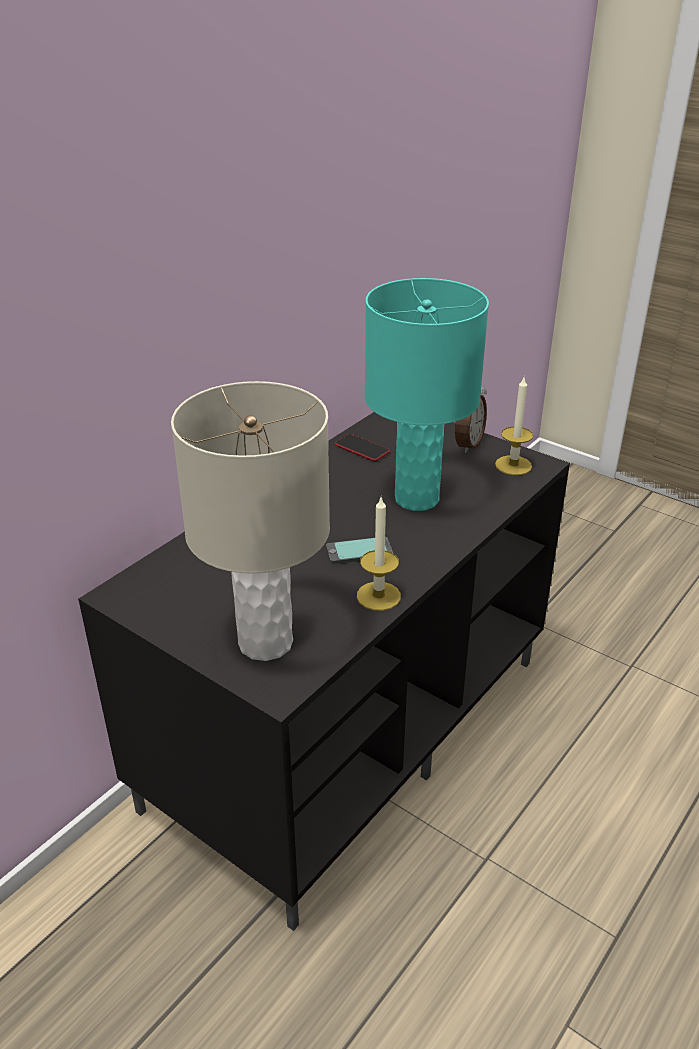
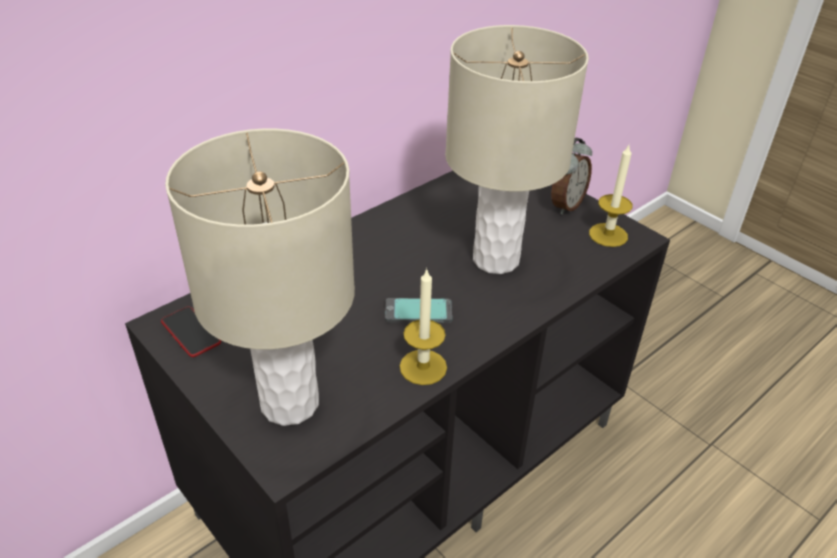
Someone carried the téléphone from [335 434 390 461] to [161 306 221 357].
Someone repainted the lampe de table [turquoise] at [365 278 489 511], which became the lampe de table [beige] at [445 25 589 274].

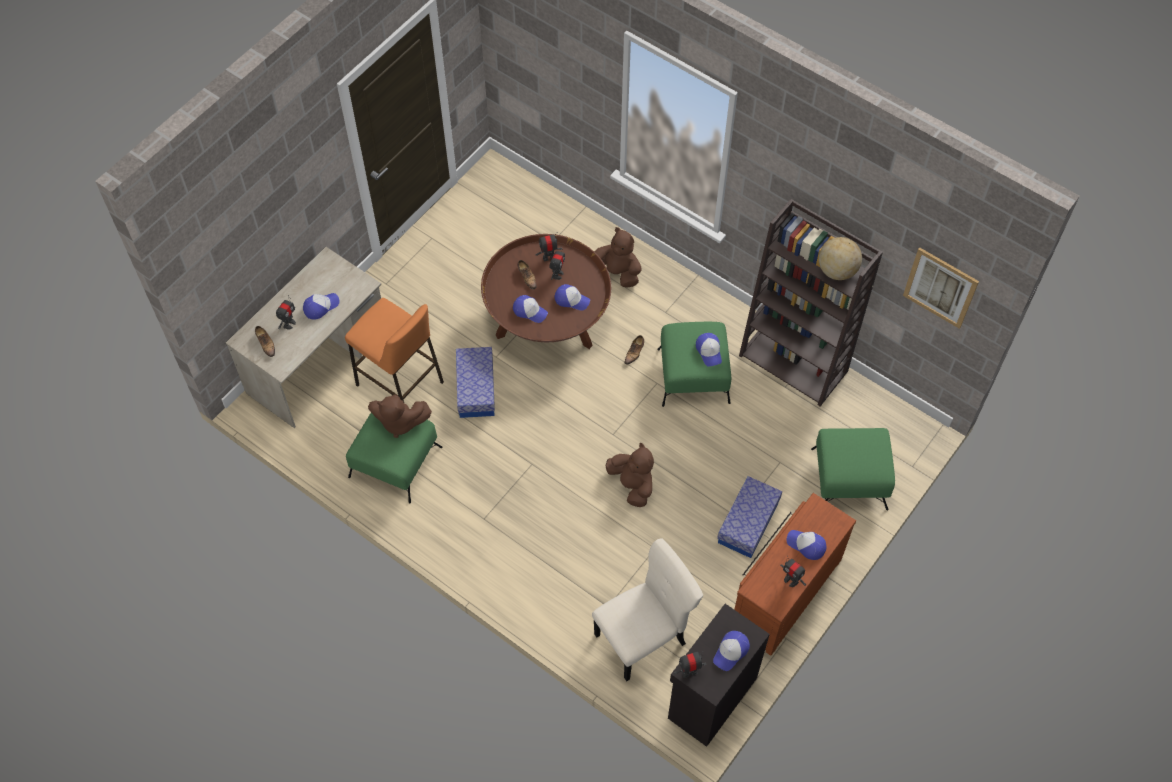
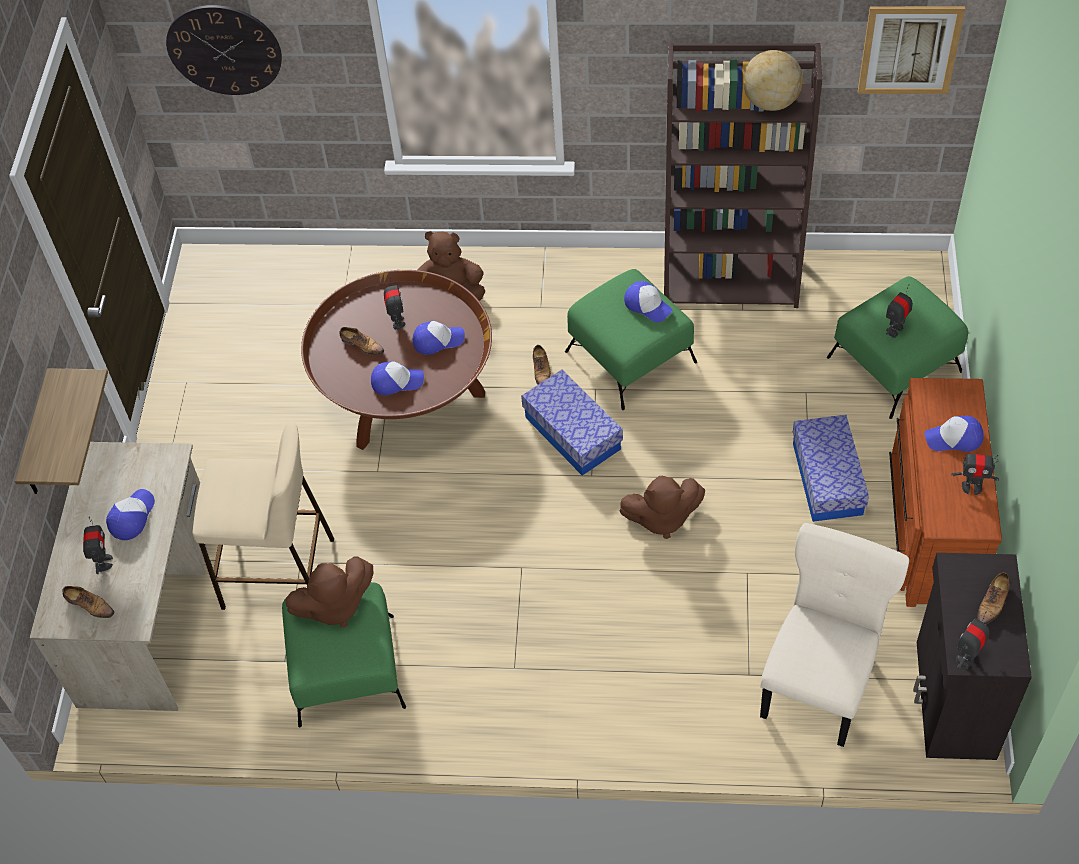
Someone repainted the tabouret [orange] at [345 298 444 403], which became the tabouret [beige] at [193 421 334 610].
Someone carried the boîte de rangement from [456 347 495 418] to [521 370 623 476].
Someone carried the robot jouet from [535 233 561 261] to [886 284 912 338].
Someone rotated the peluche [marron] at [605 443 654 507] by 150 degrees clockwise.
Someone swapped the casquette at [713 631 750 671] for the chaussure at [977 572 1010 625].
Someone put up the étagère at [15 368 108 494].
Someone put up the horloge murale at [166 5 282 95].

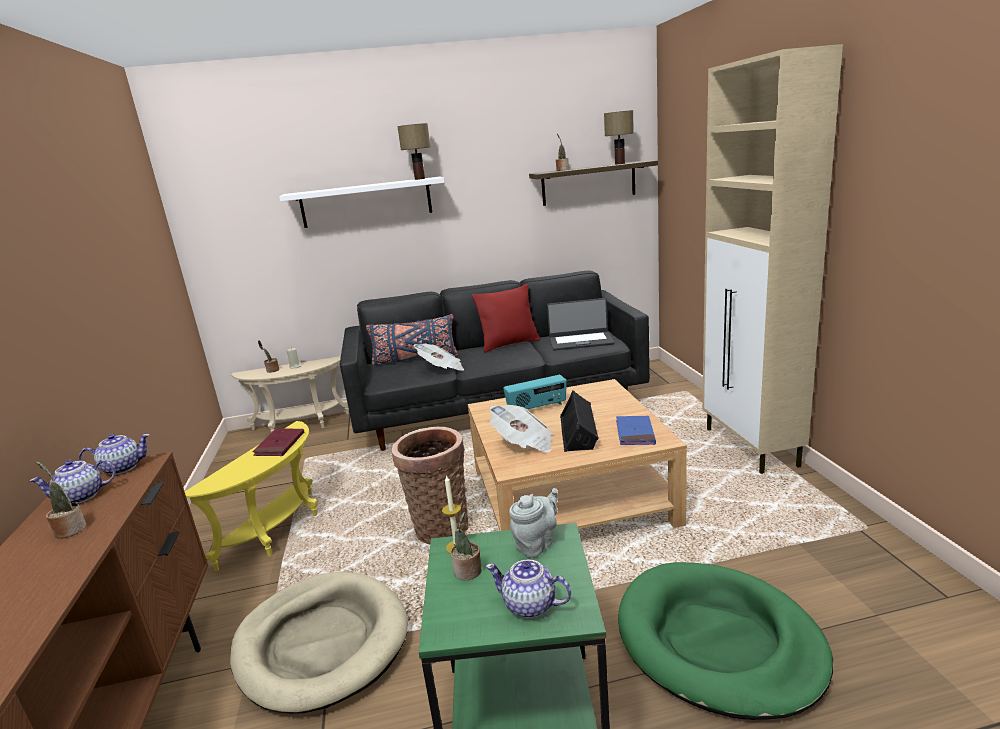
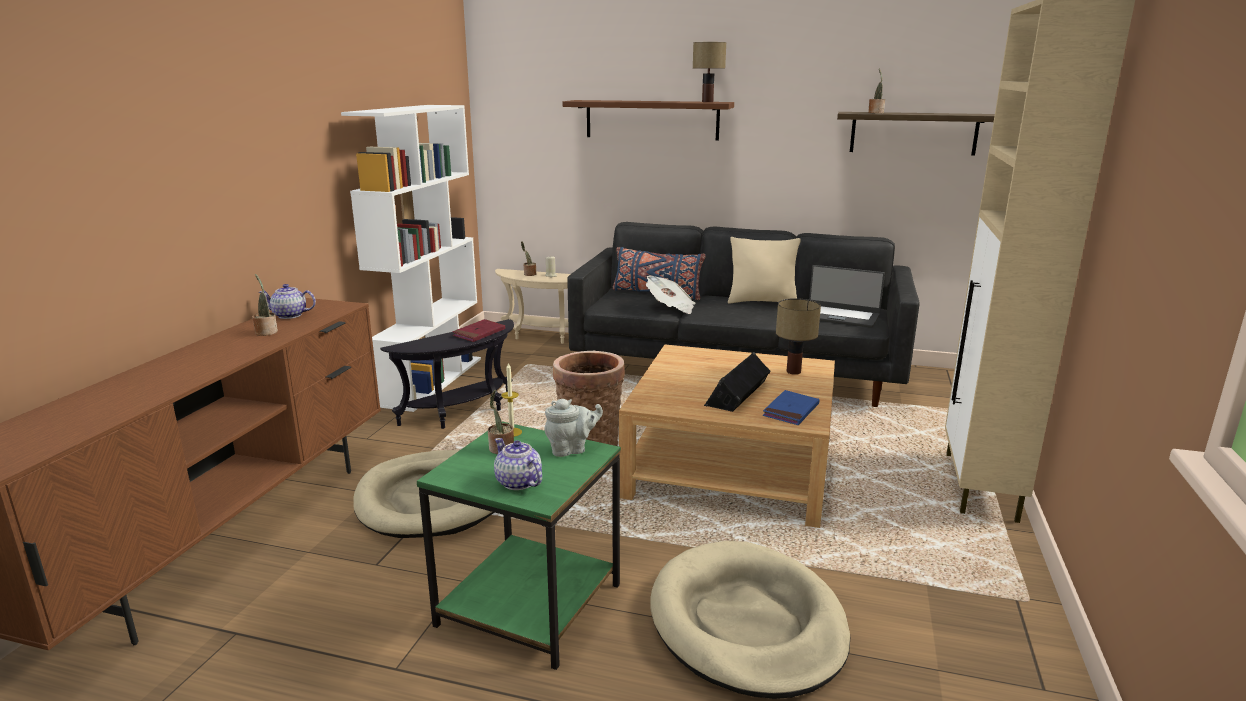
Someone took away the théière at [79 434 150 475].
Someone repainted the table d'appoint [jaune] at [185 421 318 572], which became the table d'appoint [noir] at [380 319 514 429].
Someone repainted the étagère [blanc] at [279 177 444 228], which became the étagère [marron] at [562 100 734 141].
Someone repainted the coussin [rouge] at [472 284 540 353], which became the coussin [beige] at [728 237 801 304].
Someone took away the journal at [490 405 553 453].
Someone took away the radio at [503 375 567 409].
Someone carried the lampe de table from [604 110 634 165] to [776 298 821 375].
Someone repainted the panier pour chien [vert] at [618 562 833 720], which became the panier pour chien [beige] at [650 541 850 699].
Someone put down the bibliothèque [blanc] at [341 105 481 412].

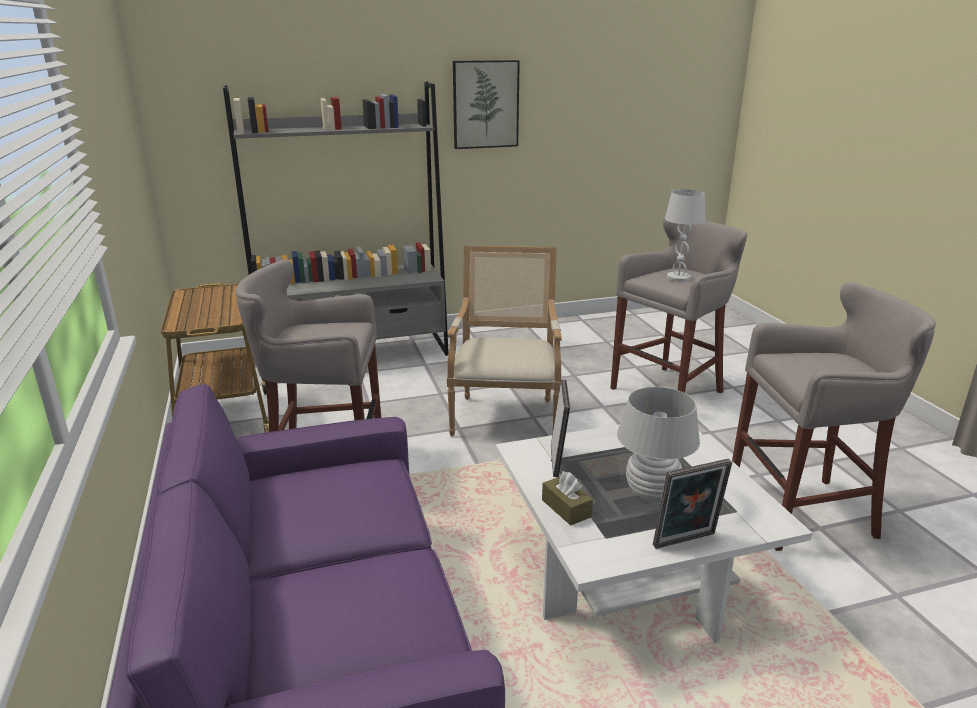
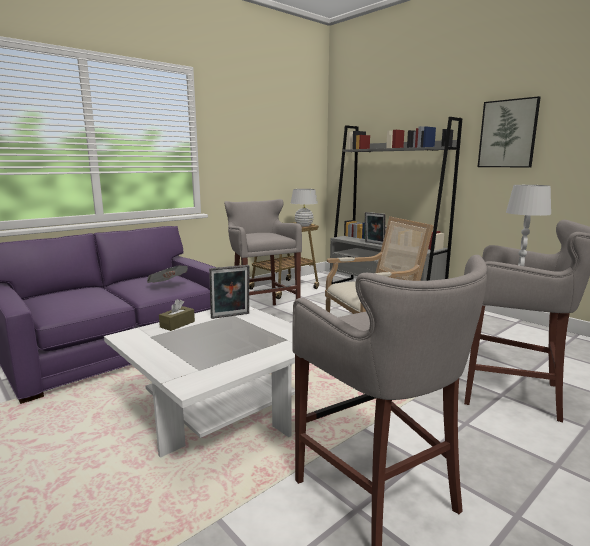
Someone carried the lampe de table [blanc] from [617 387 700 502] to [291 189 318 227].
Someone carried the cadre photo from [653 459 732 549] to [365 212 385 245].
Someone put down the journal at [147 265 188 283].

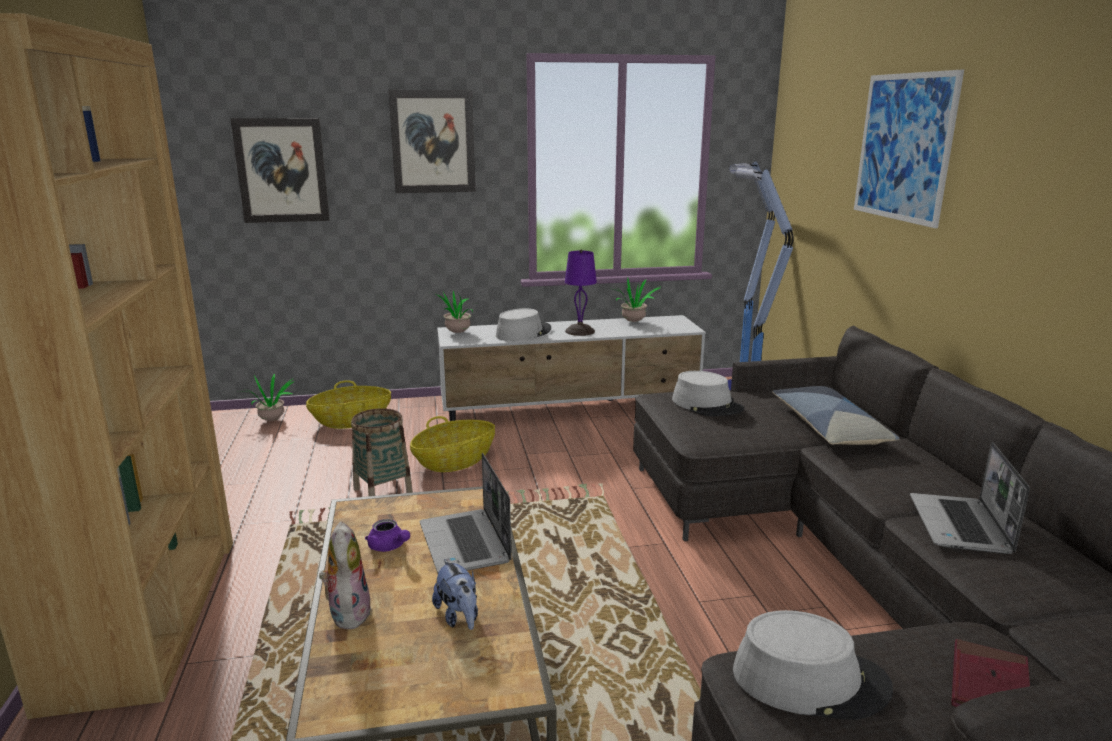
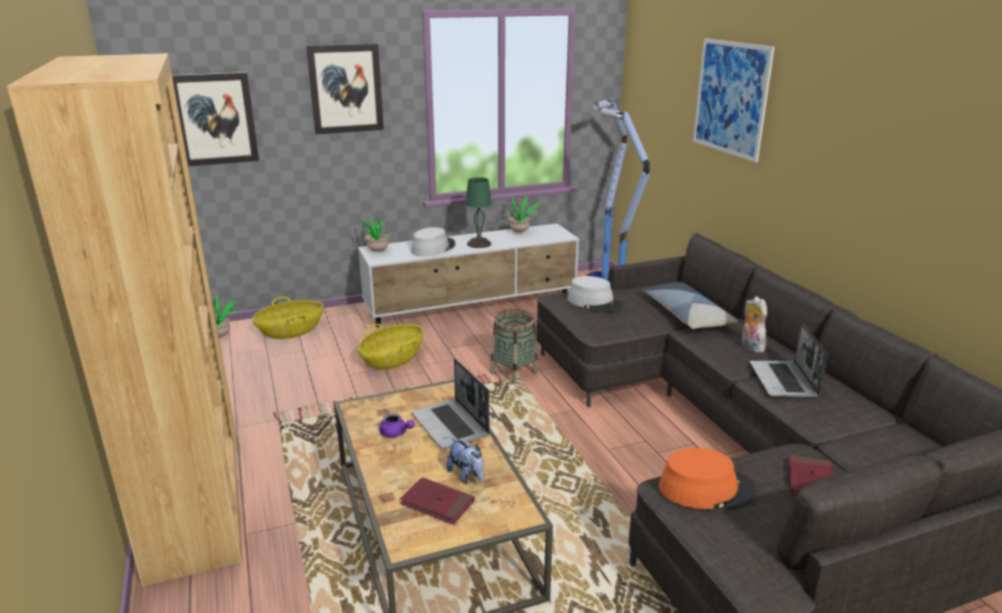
Someone carried the peluche from [319 521 372 629] to [742 296 767 353].
Someone carried the panier from [351 408 413 496] to [490 309 538 385].
Someone repainted the lampe de table [violet] at [565 250 597 336], which became the lampe de table [vert] at [465 177 492 248].
Someone repainted the chapeau [gris] at [733 610 893 720], which became the chapeau [orange] at [659 448 757 509].
Someone put down the livre [rouge] at [400 477 475 525].

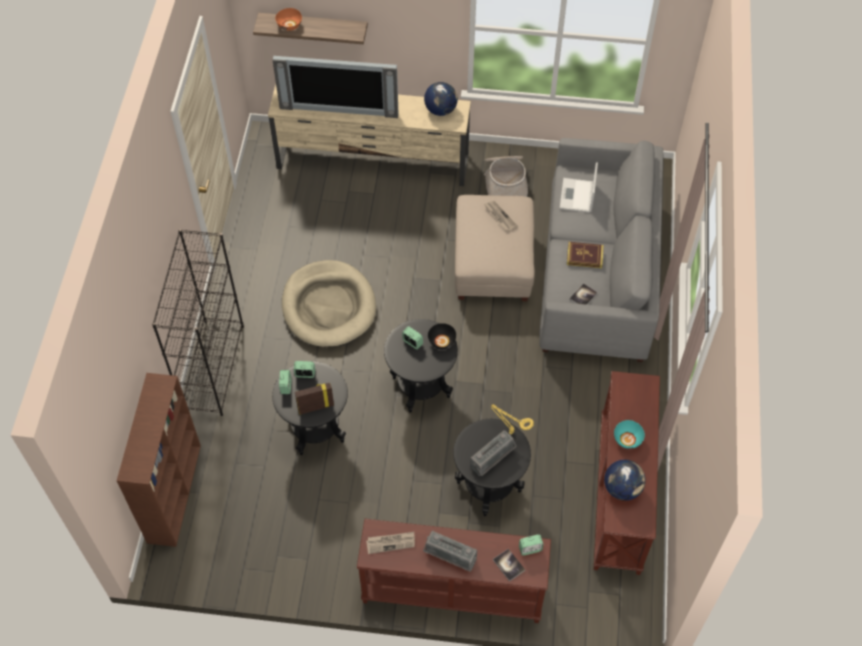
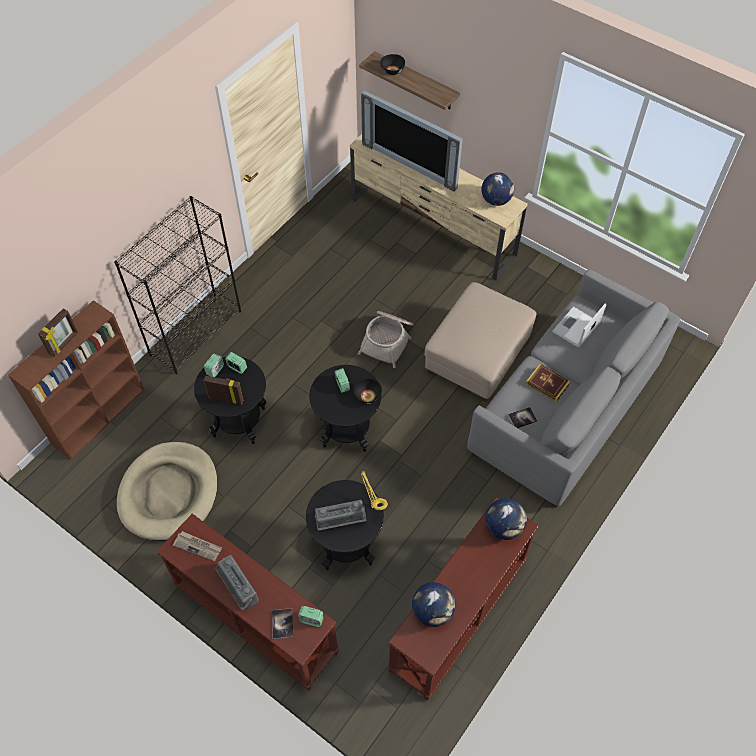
Someone repainted the bol [orange] at [275 8 302 31], which became the bol [noir] at [380 54 405 75].
Someone carried the panier pour chien [beige] from [282 260 376 347] to [117 442 218 541].
Someone carried the panier from [484 156 528 197] to [358 311 414 368].
Someone took away the journal at [484 201 518 232].
Someone took away the bol [turquoise] at [614 420 645 449].
Someone put down the cadre photo at [38 309 78 357].
Someone put down the globe at [485 498 527 540].

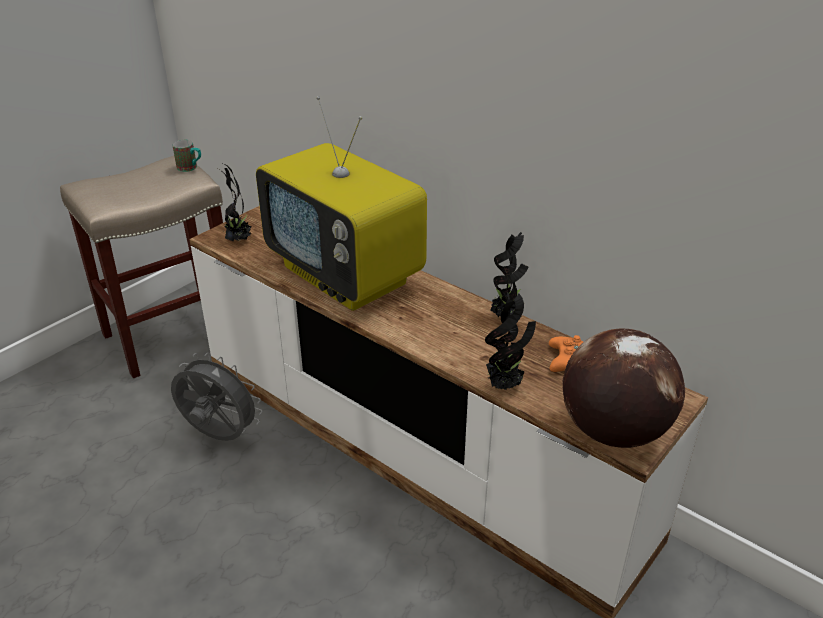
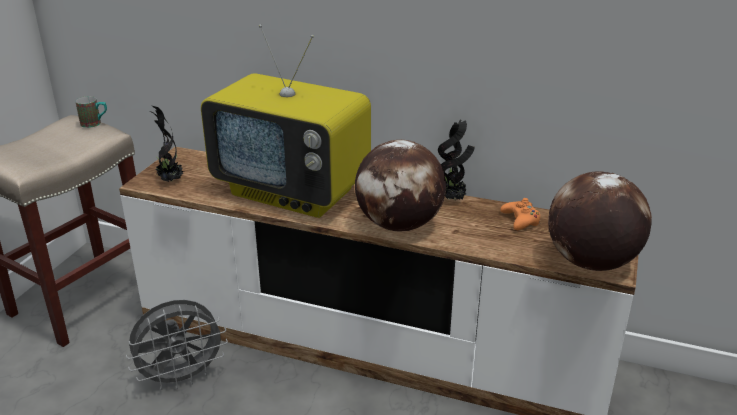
Someone rotated the ventilateur [gris] at [171 353 263 441] by 150 degrees clockwise.
Someone took away the plante en pot at [485 293 536 390].
Someone put down the globe at [355 140 446 231].

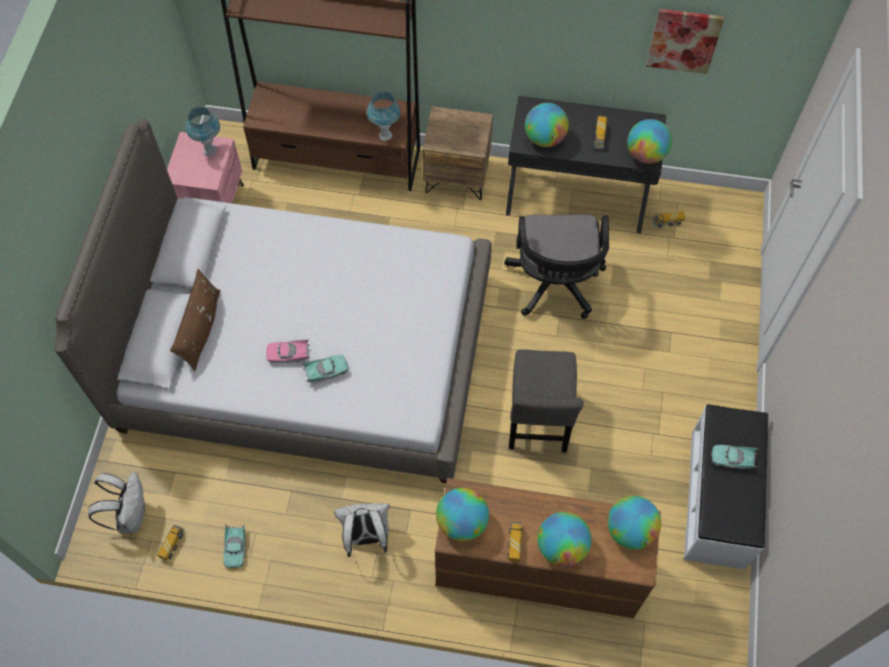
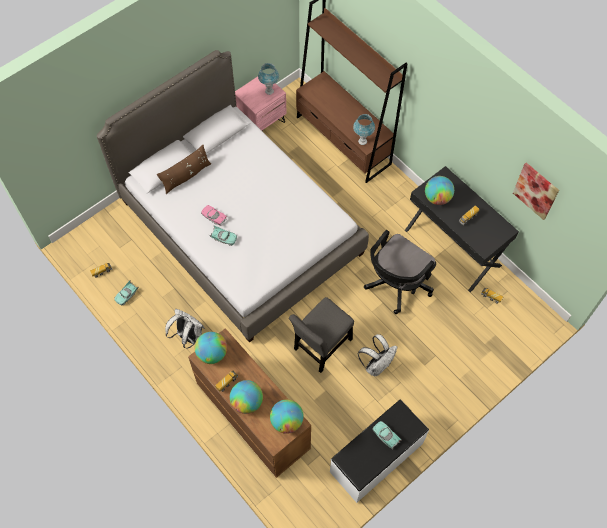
Someone carried the sac à dos [blanc] from [88 472 145 534] to [358 334 398 377].
Someone took away the table de chevet [marron] at [422 106 493 200].
Someone took away the globe at [627 119 672 164].

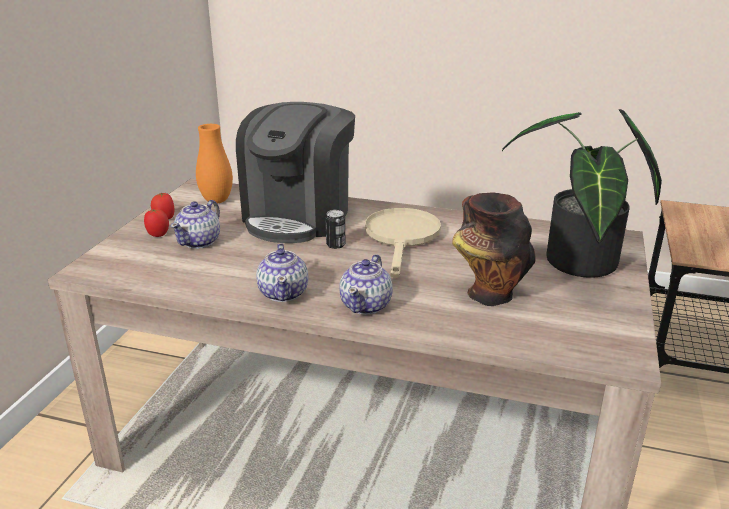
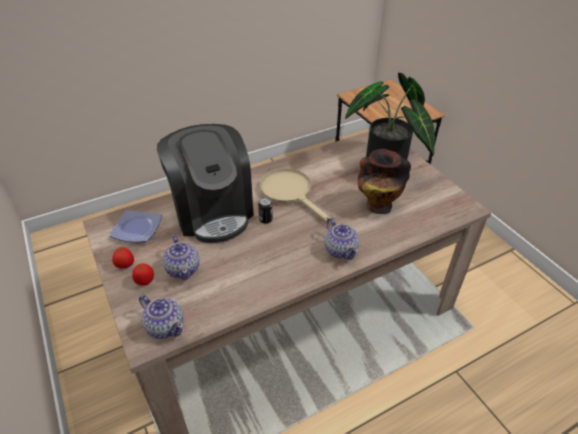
Someone swapped the vase [orange] at [196 124 233 203] for the assiette at [110 210 162 243].
Someone carried the théière from [256 243 308 302] to [139 295 184 339].

